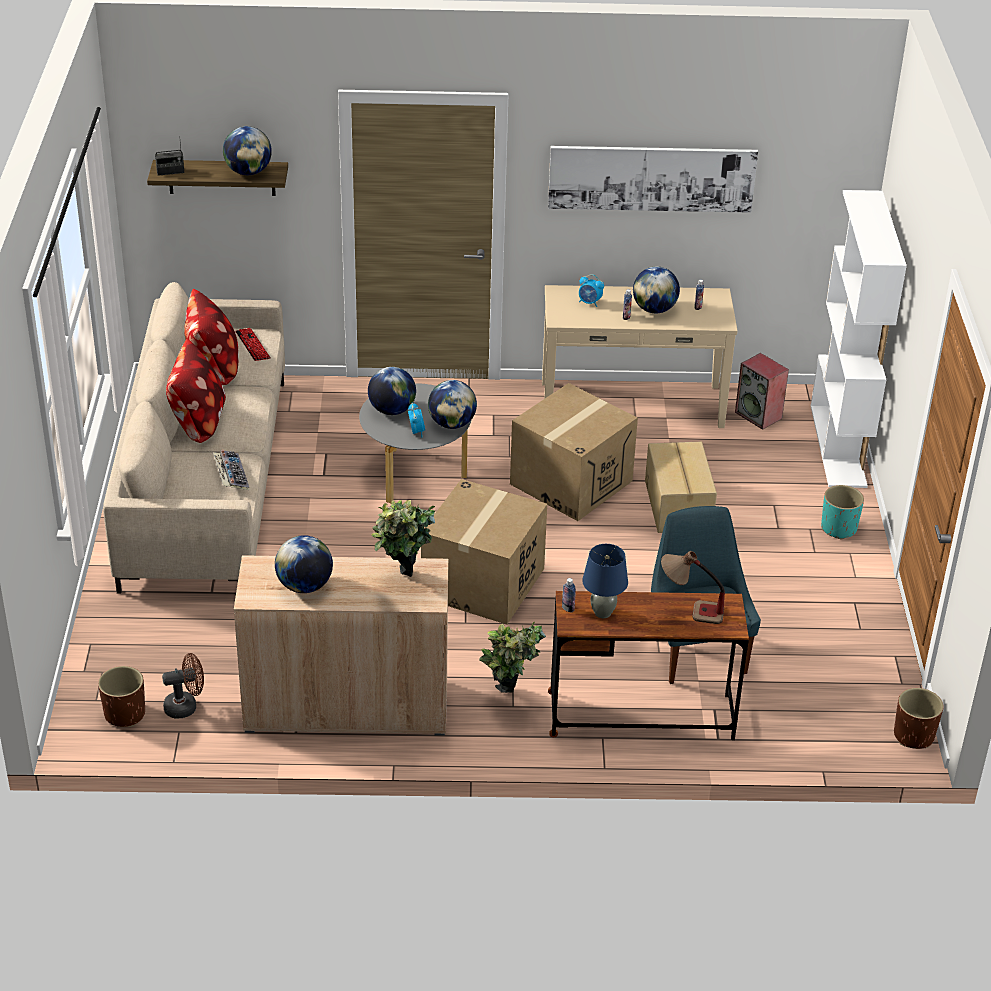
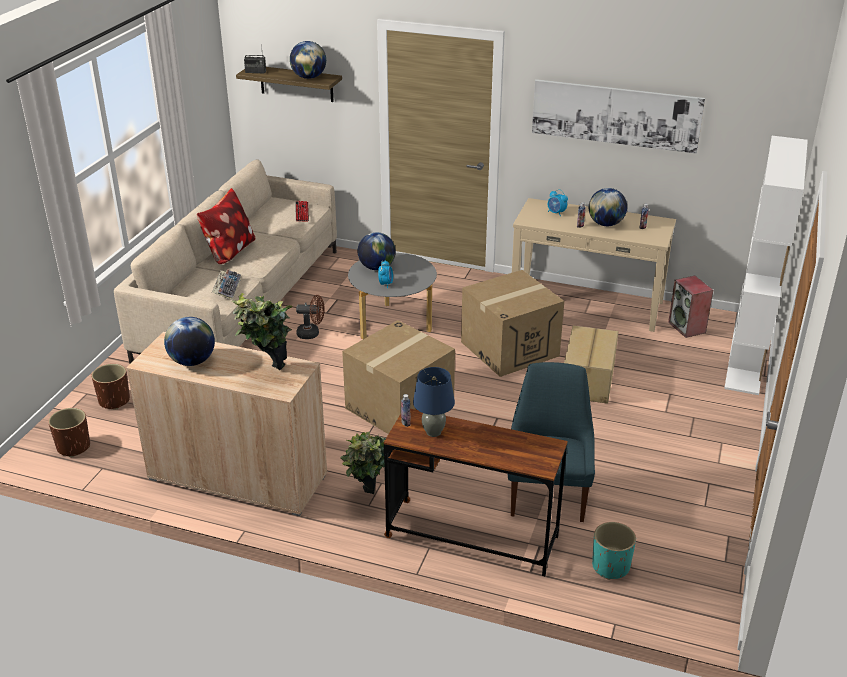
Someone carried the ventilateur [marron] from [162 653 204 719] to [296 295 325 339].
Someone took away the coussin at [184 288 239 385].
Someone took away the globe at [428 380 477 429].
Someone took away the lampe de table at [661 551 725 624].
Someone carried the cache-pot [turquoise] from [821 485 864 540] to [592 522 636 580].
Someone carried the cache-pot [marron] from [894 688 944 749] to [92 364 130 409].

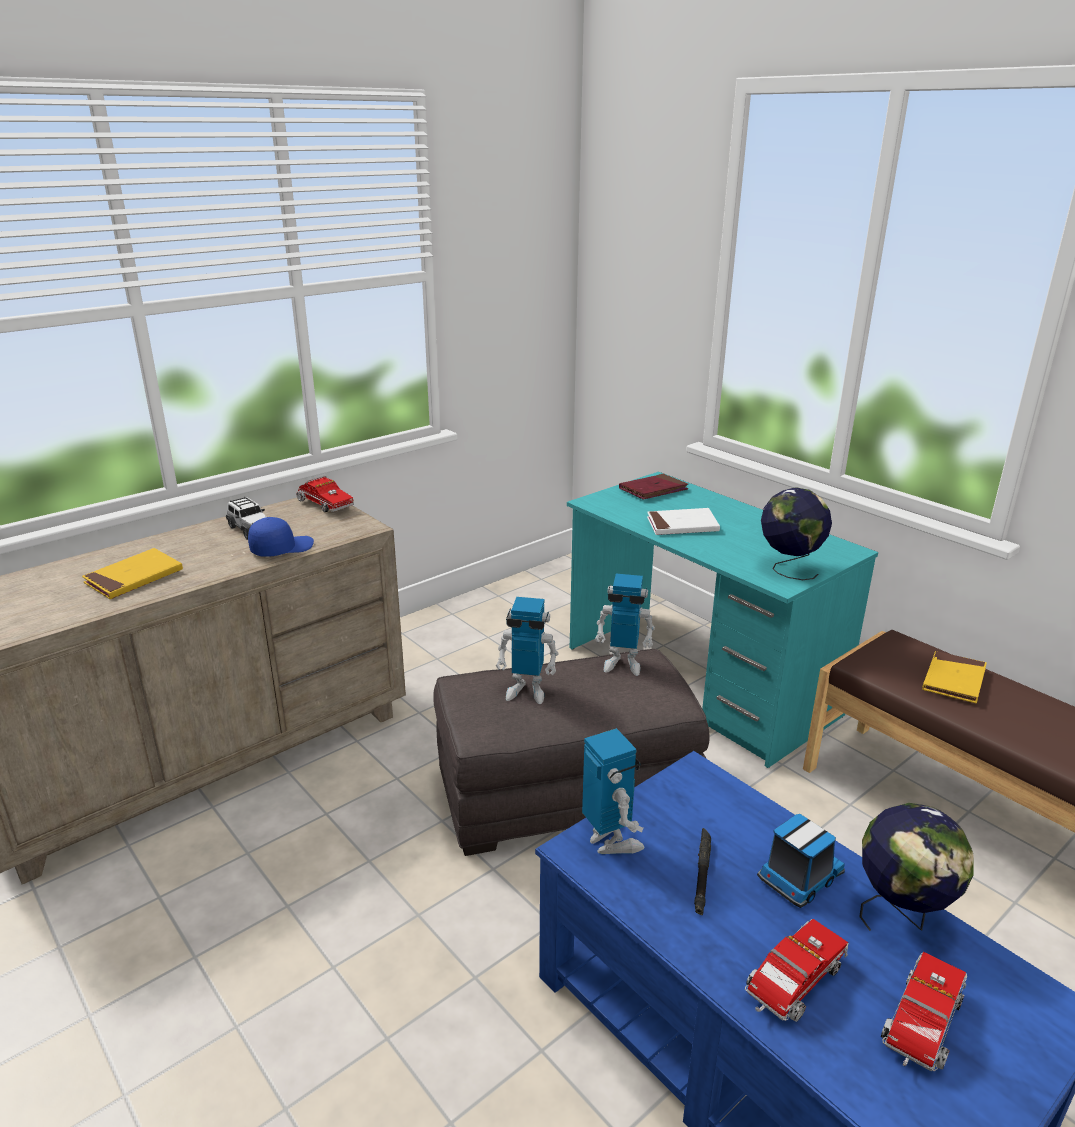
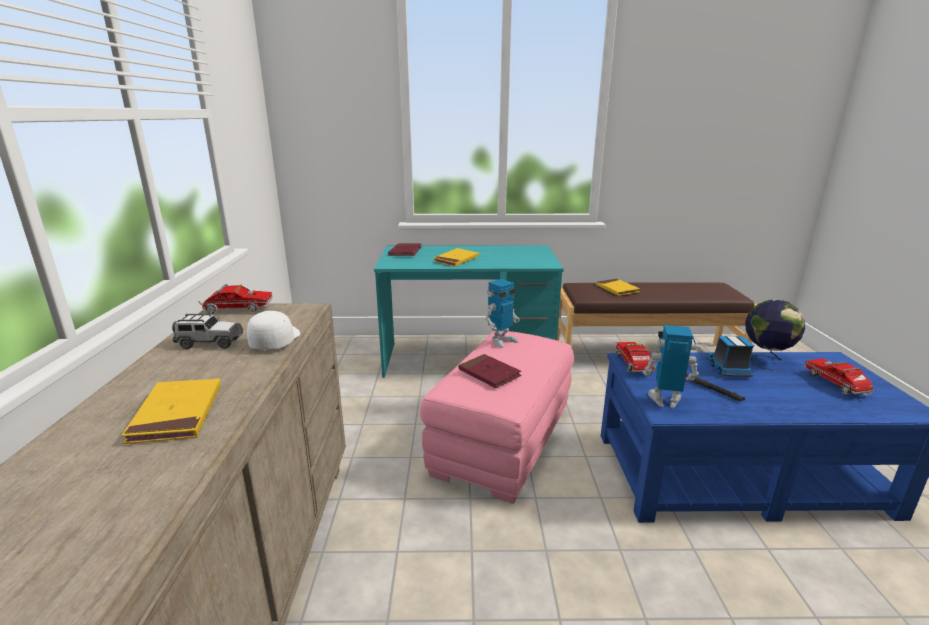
Someone repainted the casquette [bleu] at [248 517 314 557], which became the casquette [blanc] at [247 311 300 350].
Someone repainted the pouf [gris] at [433 649 710 856], which became the pouf [rose] at [420 331 574 504].
Someone swapped the robot jouet at [496 597 558 704] for the livre [rouge] at [459 354 521 388].
Someone repainted the livre [blanc] at [647 508 720 535], which became the livre [jaune] at [433 248 479 267].
Someone carried the camion jouet from [745 919 849 1022] to [615 342 656 372].
Someone took away the globe at [761 488 832 580].

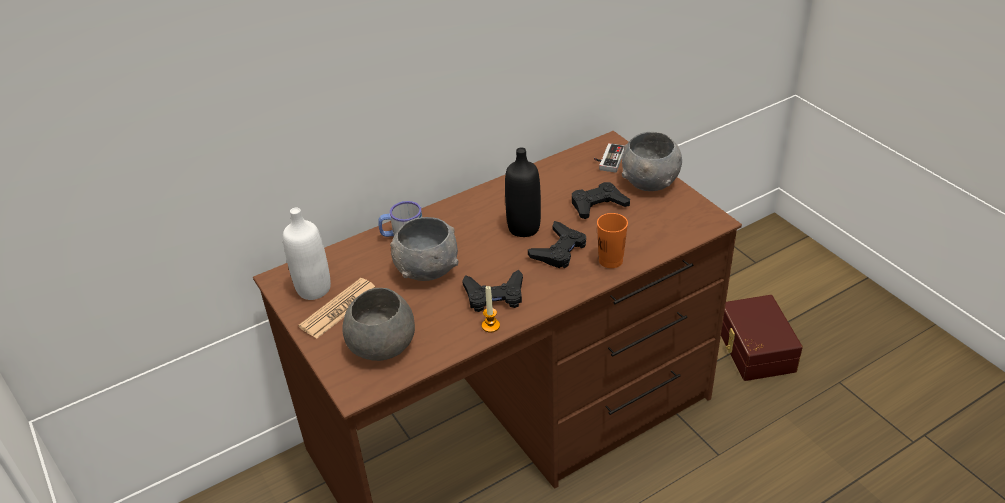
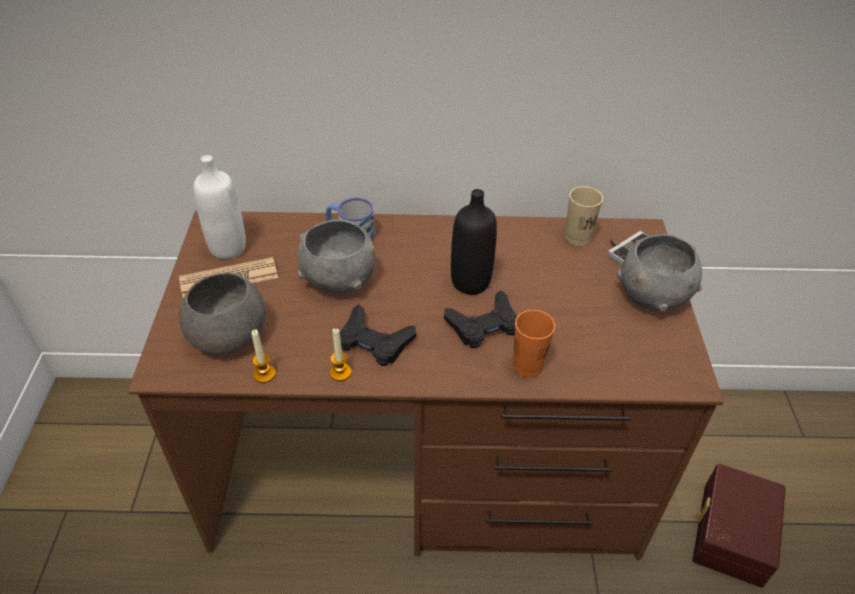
Someone took away the manette [noir] at [572 182 630 219].
Someone put down the bougie at [251 329 276 383].
Someone put down the tasse [beige] at [565 186 603 246].

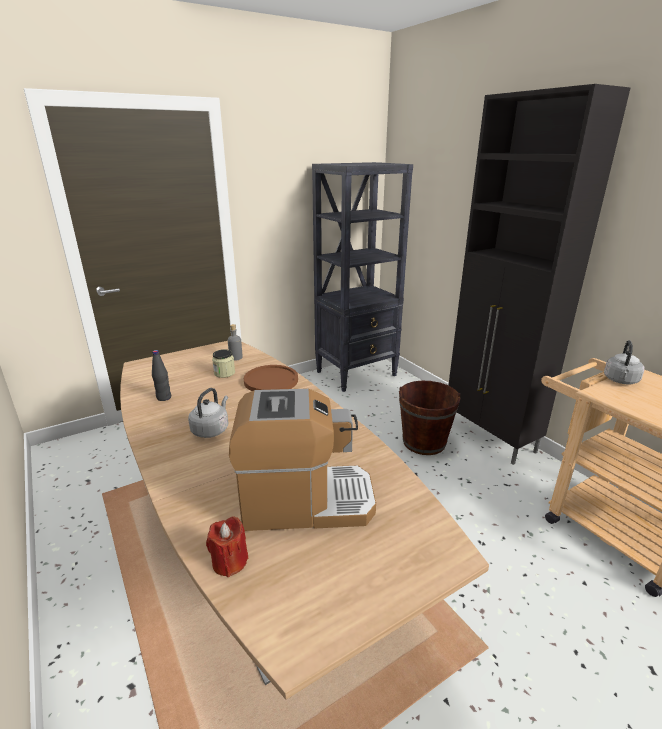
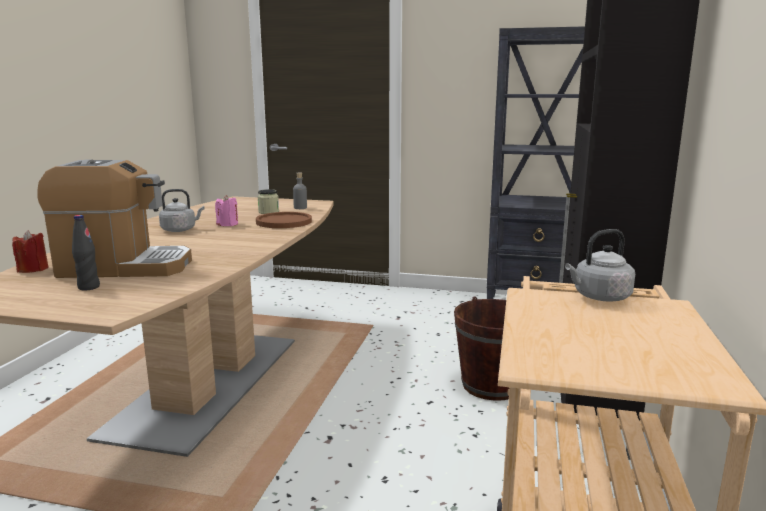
Someone carried the bouteille [noir] from [152 350 171 401] to [72 215 100 291].
Someone rotated the machine à café at [229 388 376 531] by 45 degrees counterclockwise.
Someone put down the bougie [rose] at [215 195 238 226].

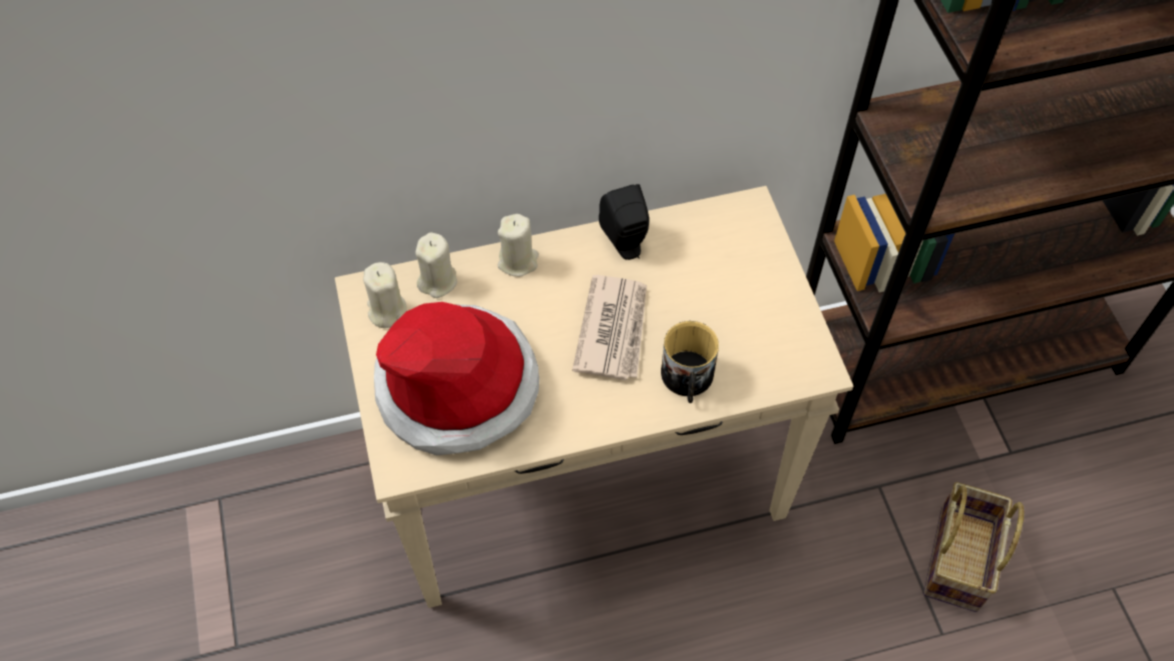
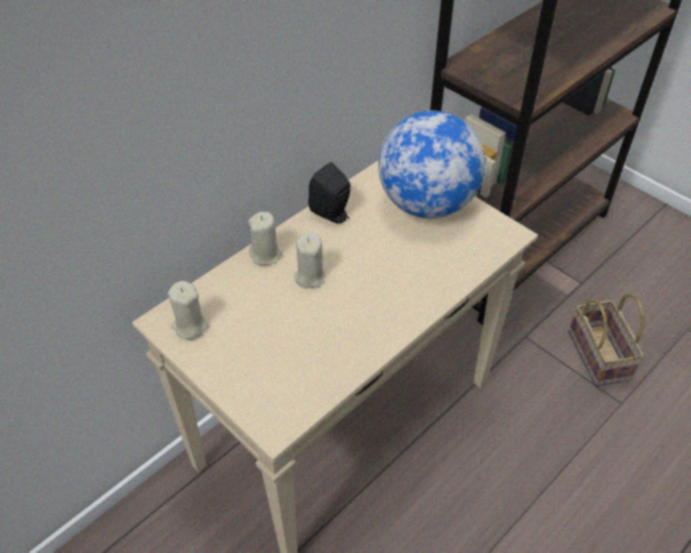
Someone took away the chapeau at [374 302 539 455].
Someone carried the bougie [beige] from [415 232 457 298] to [294 233 326 288].
Someone took away the journal at [572 275 647 380].
Someone took away the mug at [661 321 719 403].
Someone put down the globe at [378 111 485 218].

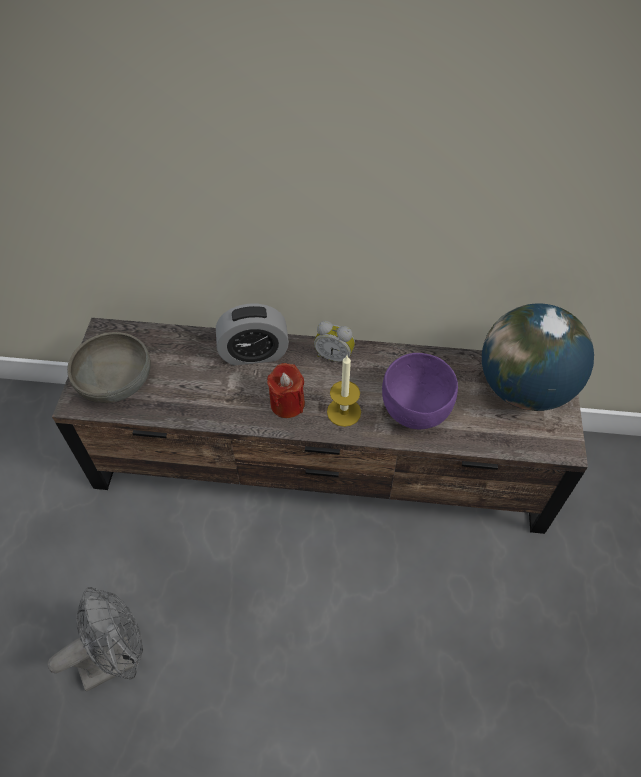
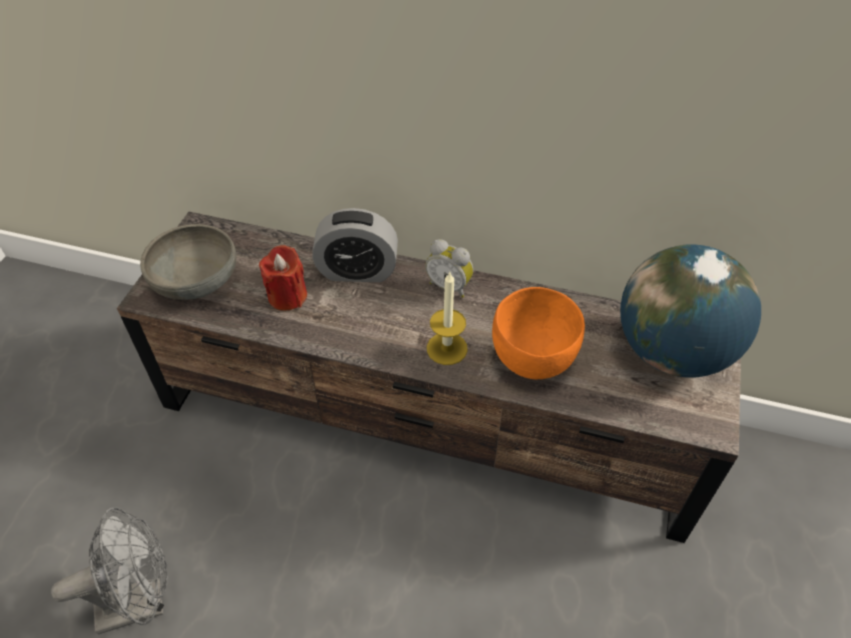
Someone carried the bougie [rouge] from [267 363 305 418] to [259 245 307 311].
Someone repainted the bol [violet] at [382 353 458 430], which became the bol [orange] at [492 287 585 379].

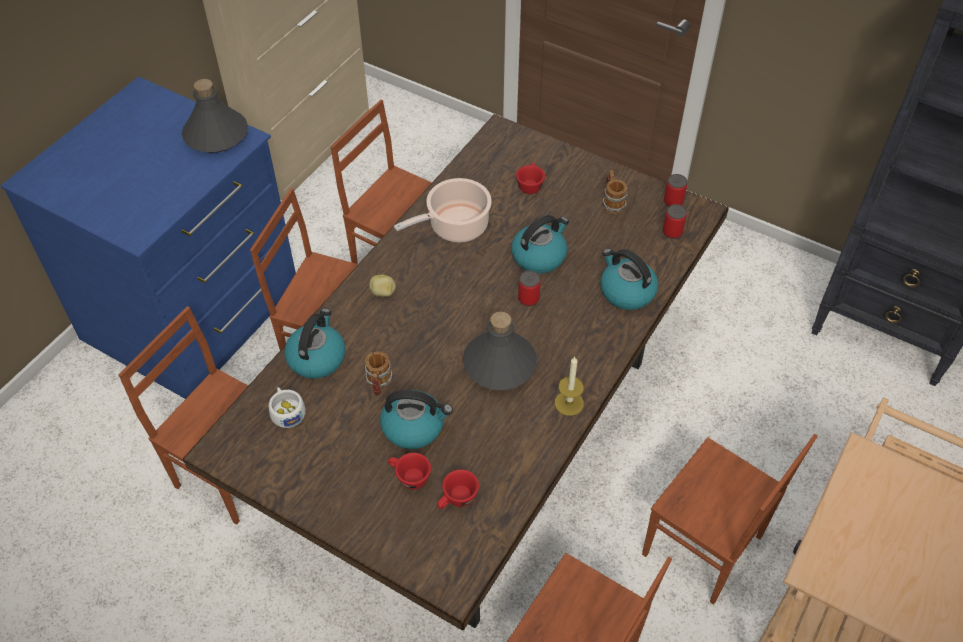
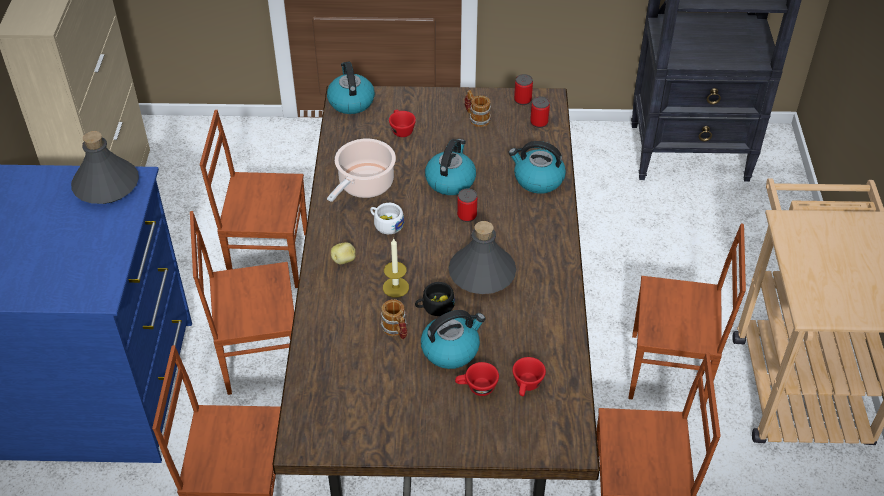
Someone carried the tasse [blanc] from [269 387 306 428] to [370 203 404 234].
Someone carried the bouilloire from [284 309 345 379] to [327 61 375 114].
Someone carried the bougie from [555 357 584 416] to [383 239 409 298].
Someone put down the tasse [noir] at [415 282 455 316].

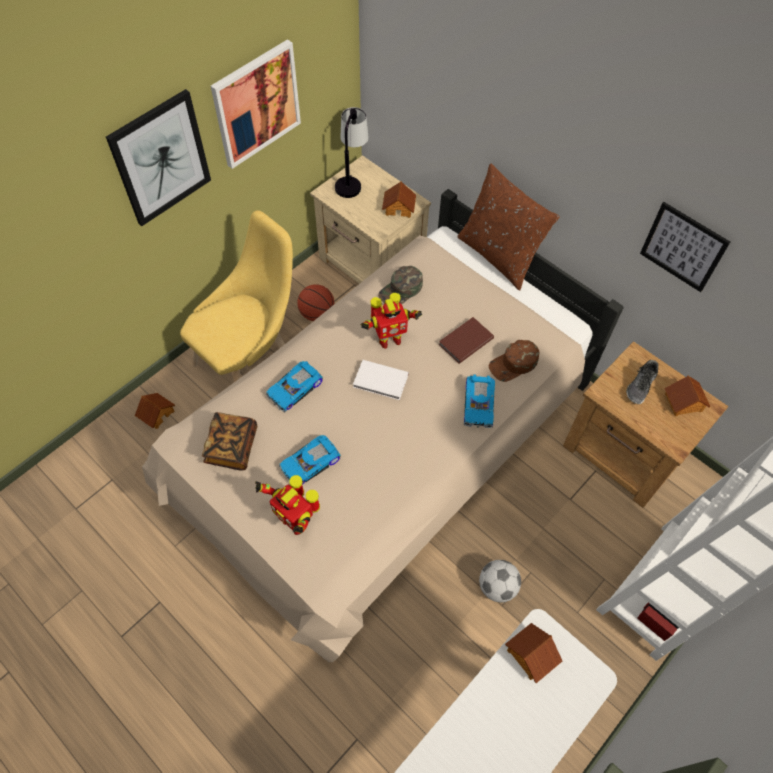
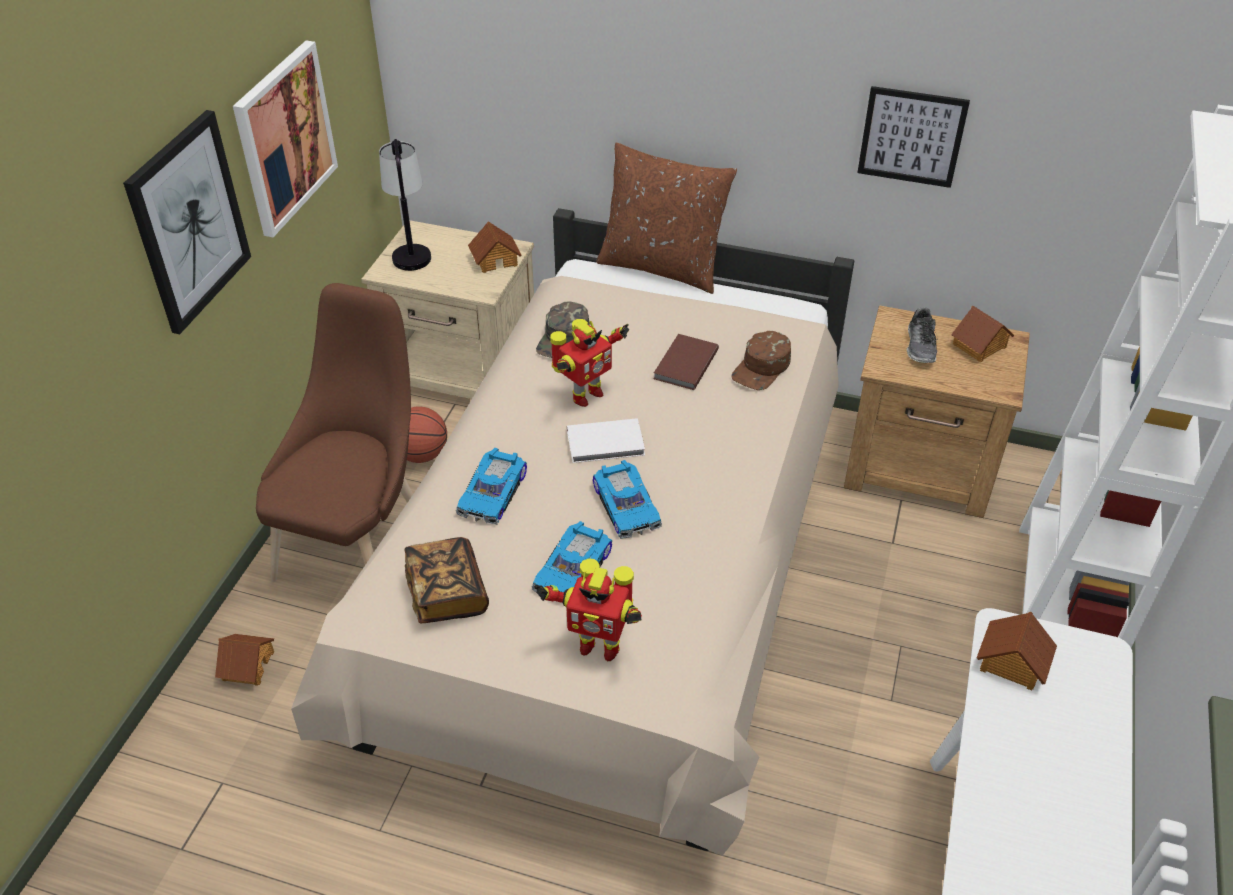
Someone repainted the chaise [jaune] at [180 210 293 382], which became the chaise [marron] at [256 283 413 583].
Someone carried the petite voiture from [464 374 495 428] to [593 460 662 539].
Someone took away the ballon de foot at [479 560 521 602].

